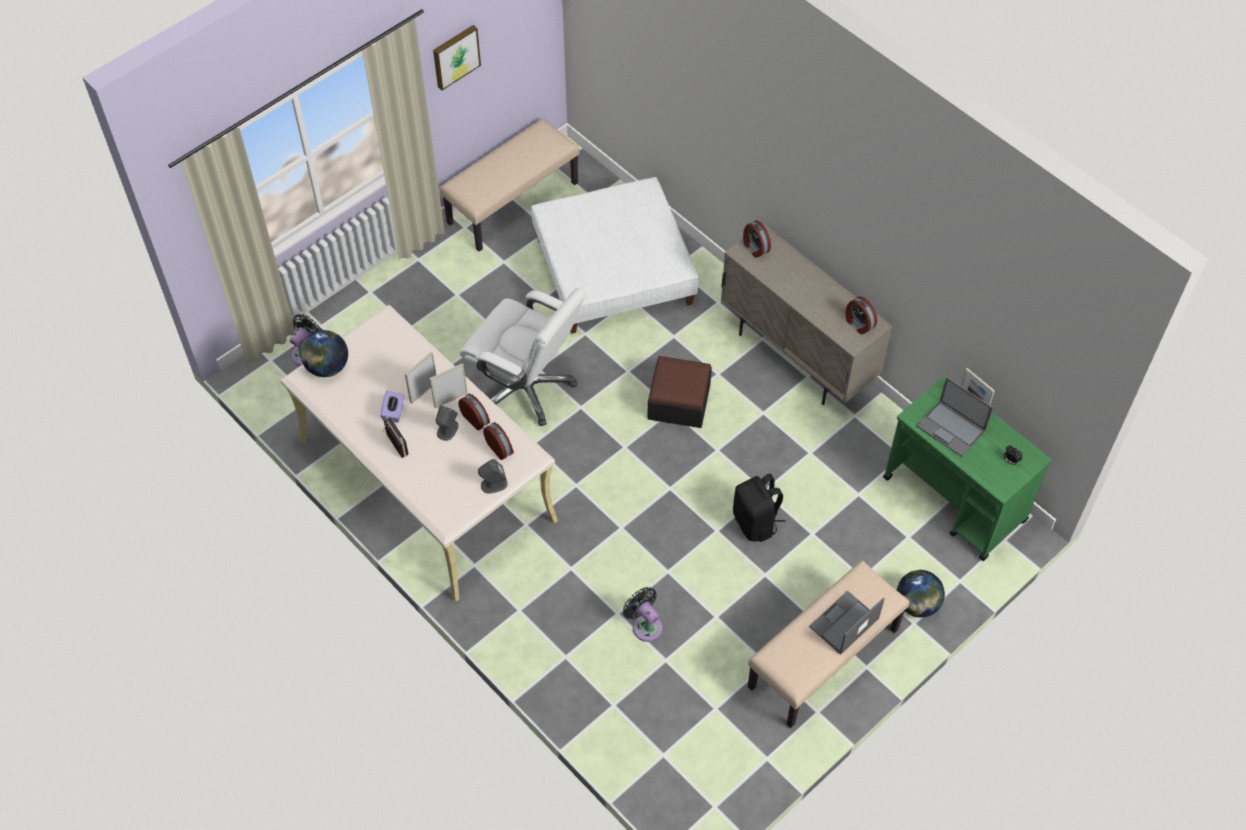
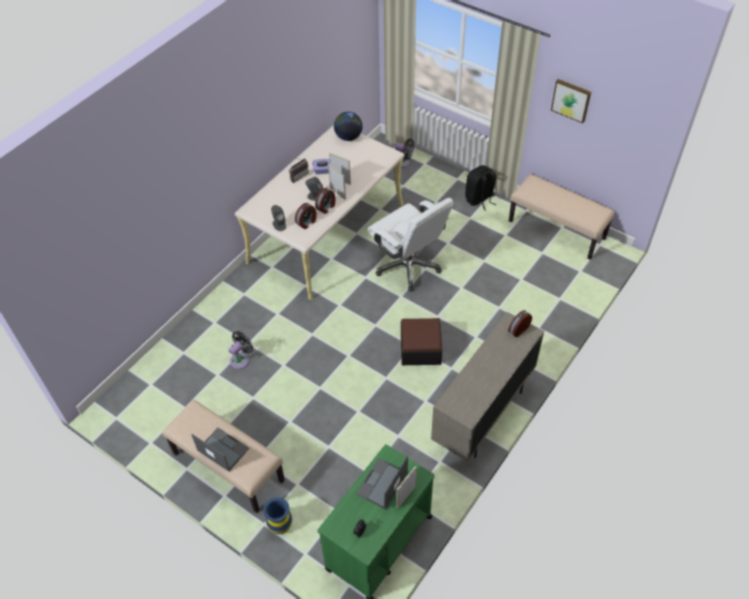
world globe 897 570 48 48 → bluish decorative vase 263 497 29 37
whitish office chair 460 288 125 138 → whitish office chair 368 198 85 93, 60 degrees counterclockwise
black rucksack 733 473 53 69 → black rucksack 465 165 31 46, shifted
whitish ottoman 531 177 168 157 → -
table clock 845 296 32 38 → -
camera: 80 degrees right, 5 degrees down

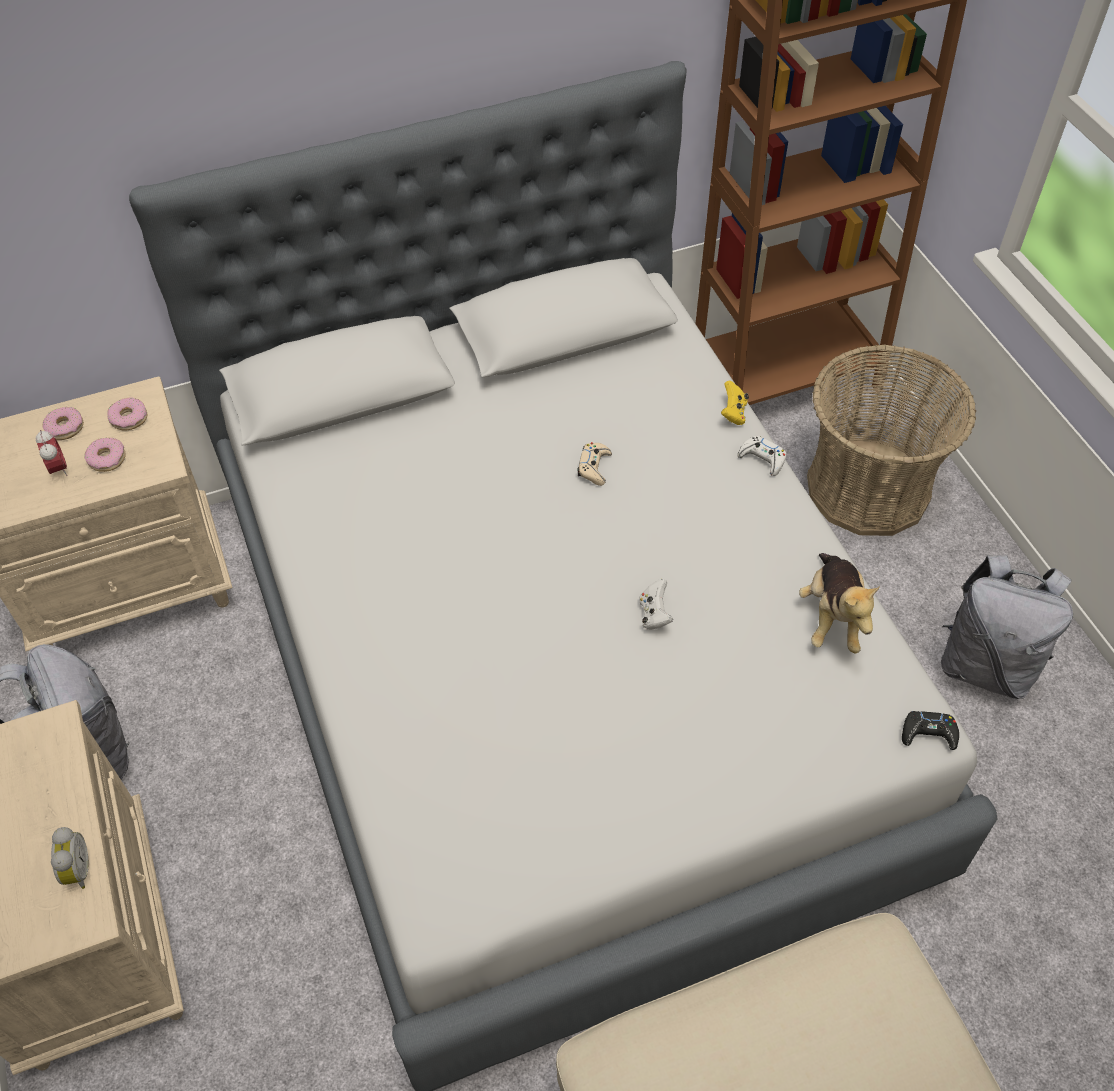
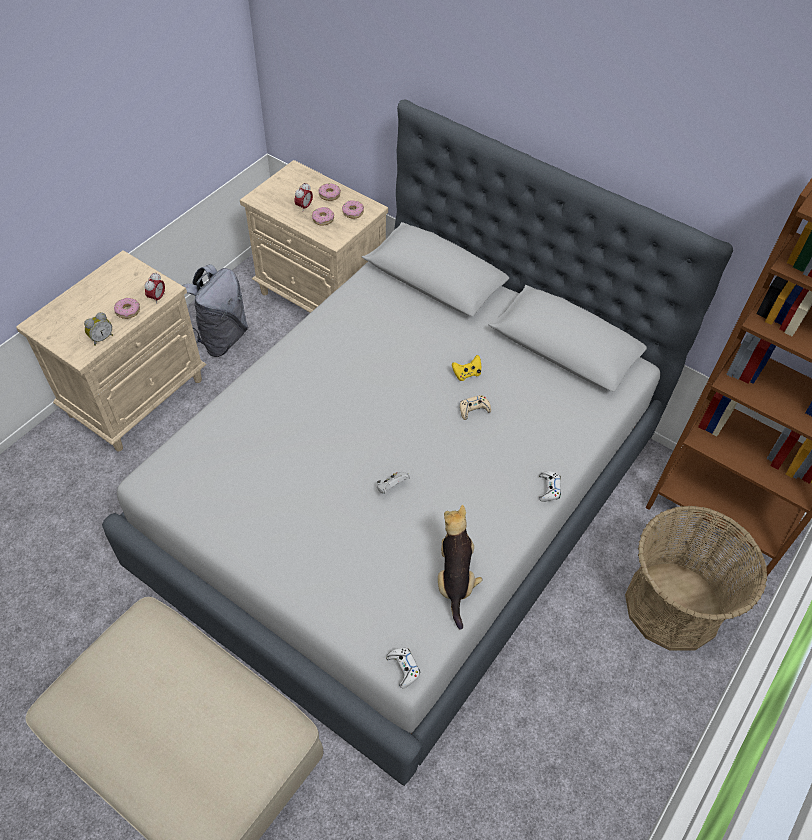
- → donut 114 298 26 21
- → table clock 145 273 20 31
black gamepad 902 711 57 39 → whitish gamepad 386 648 34 41
soft toy 799 553 81 101 → soft toy 438 505 45 125, 120 degrees clockwise
yellow-coloured gamepad 721 381 28 44 → yellow-coloured gamepad 452 355 29 26, shifted
gray rucksack 941 555 132 144 → -
camera: 55 degrees right, 0 degrees up

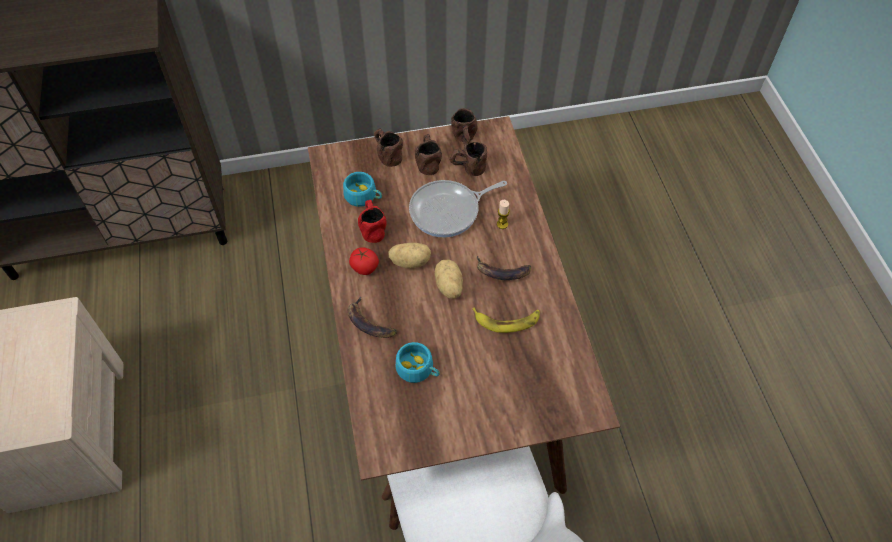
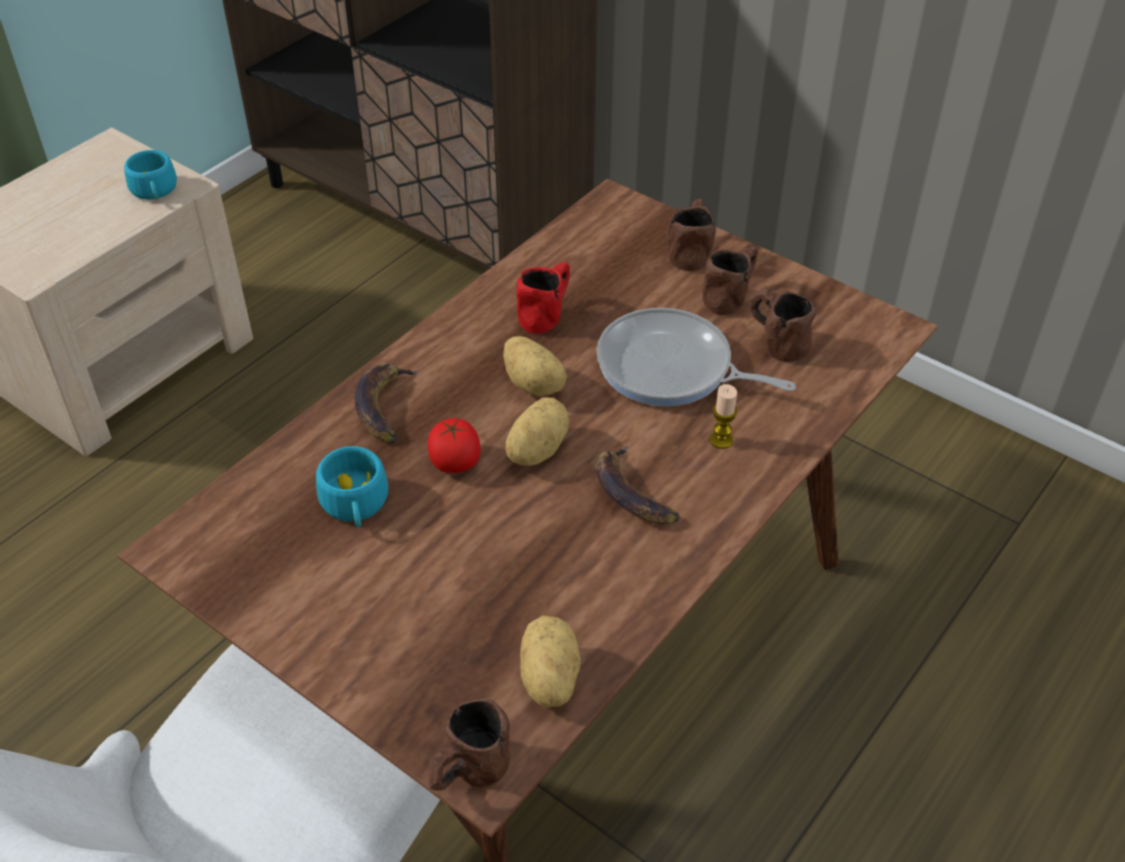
turquoise drinking cup 343 172 39 35 → turquoise drinking cup 124 150 53 50, shifted
tomato 349 247 30 28 → tomato 428 418 53 55, shifted
brown-coloured tea mug 451 108 26 36 → brown-coloured tea mug 429 698 81 93, shifted
- → whole potato 520 616 61 91
banana fruit 472 308 68 25 → -
camera: 50 degrees right, 10 degrees down

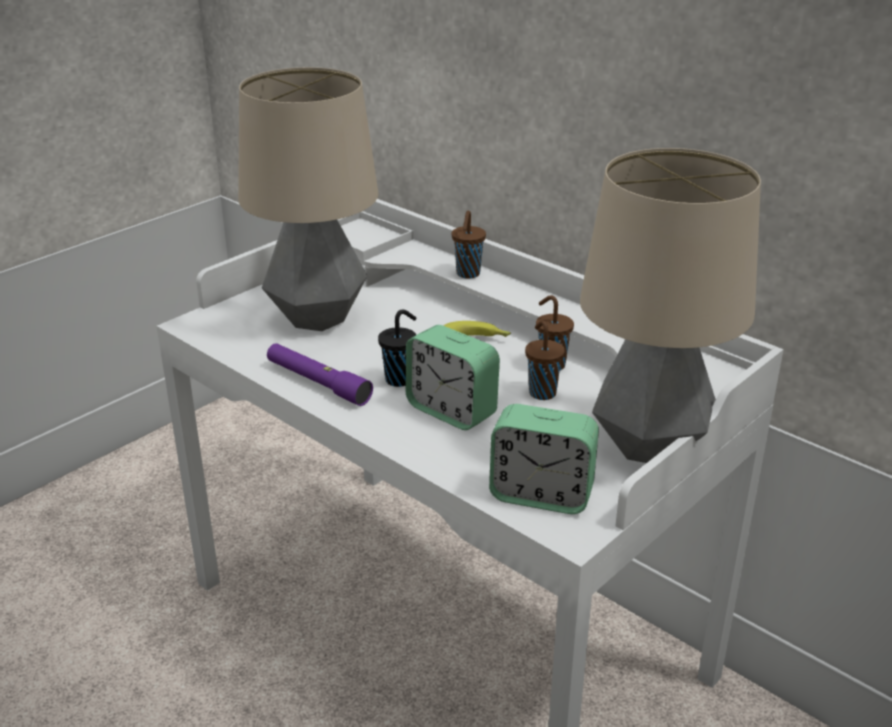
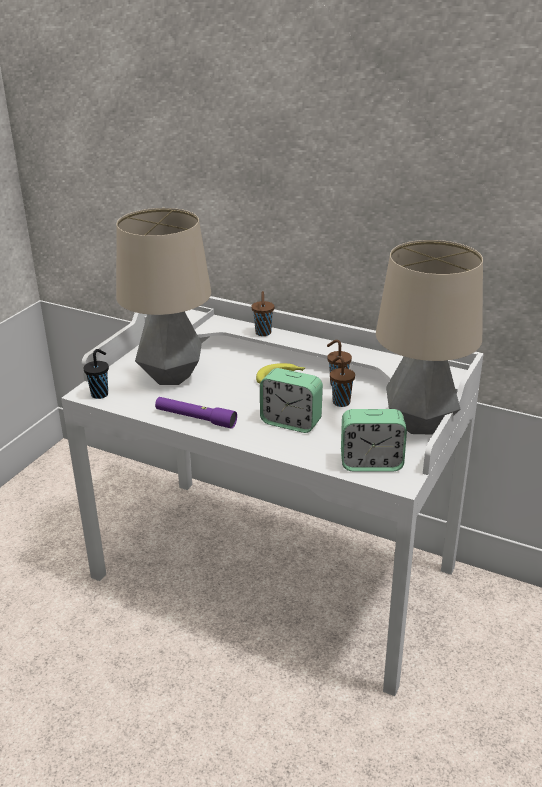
black drinking cup 378 310 38 77 → black drinking cup 83 349 26 50, shifted
camera: 15 degrees left, 0 degrees up

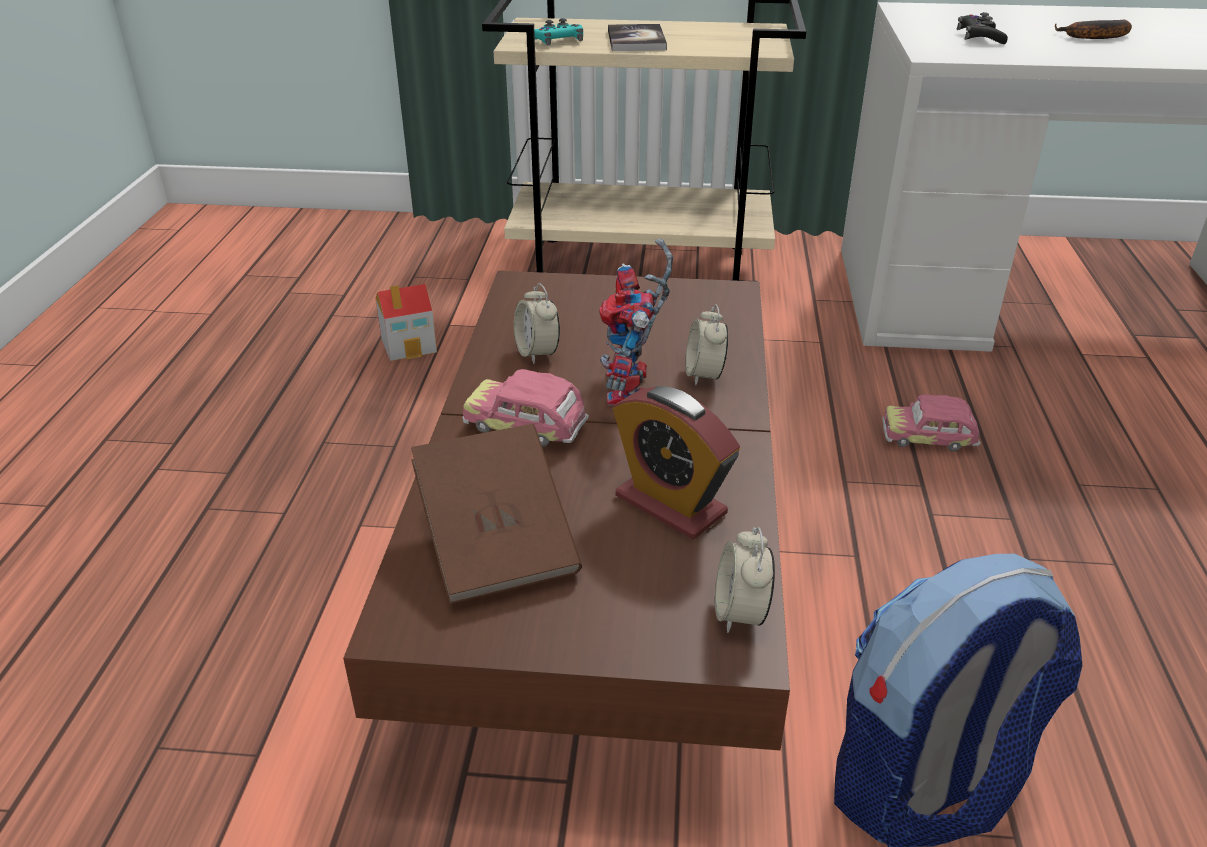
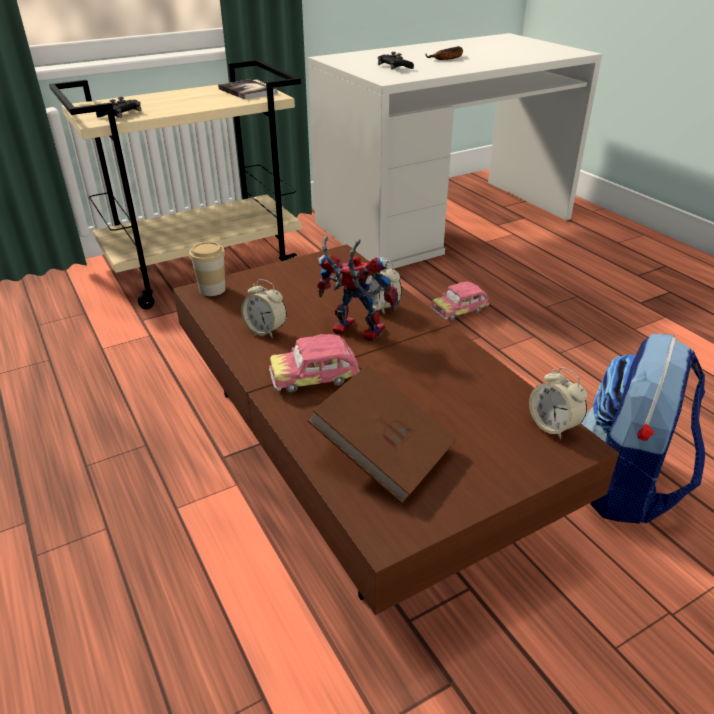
turquoise gamepad 534 18 49 27 → black gamepad 96 97 45 21
- → drinking cup 189 242 36 54
book 608 24 59 27 → book 218 79 59 21, shifted
robot figure 599 239 74 166 → robot figure 317 236 82 106, 150 degrees clockwise
model house 376 284 61 77 → -
table clock 613 386 127 153 → -
camera: 35 degrees left, 0 degrees up

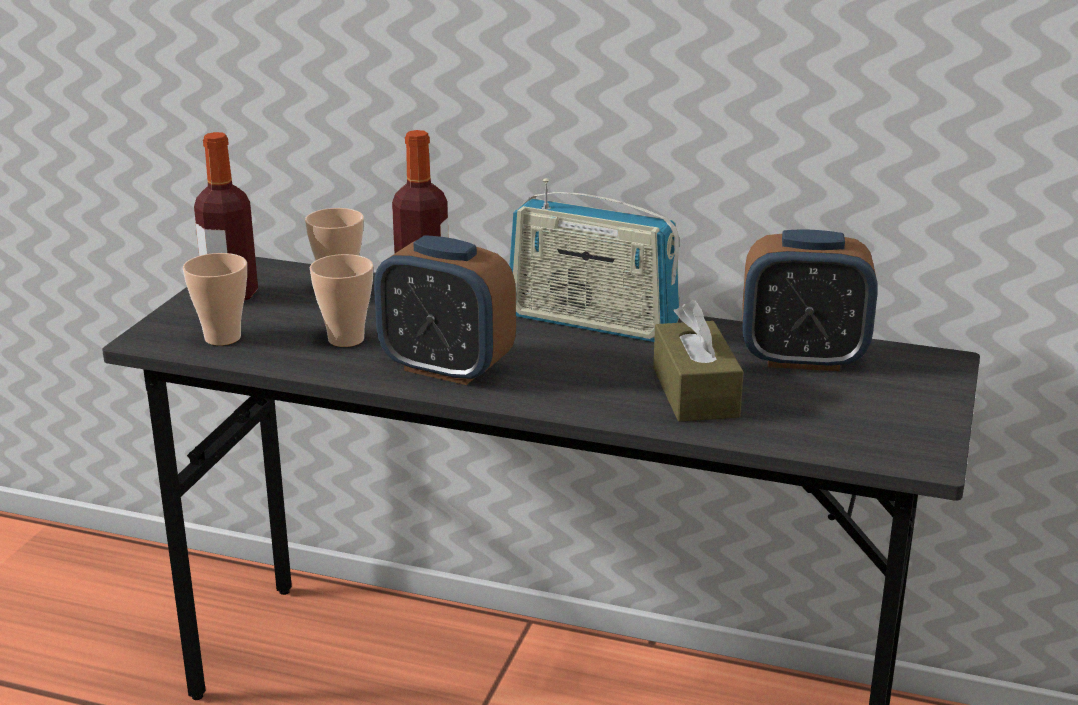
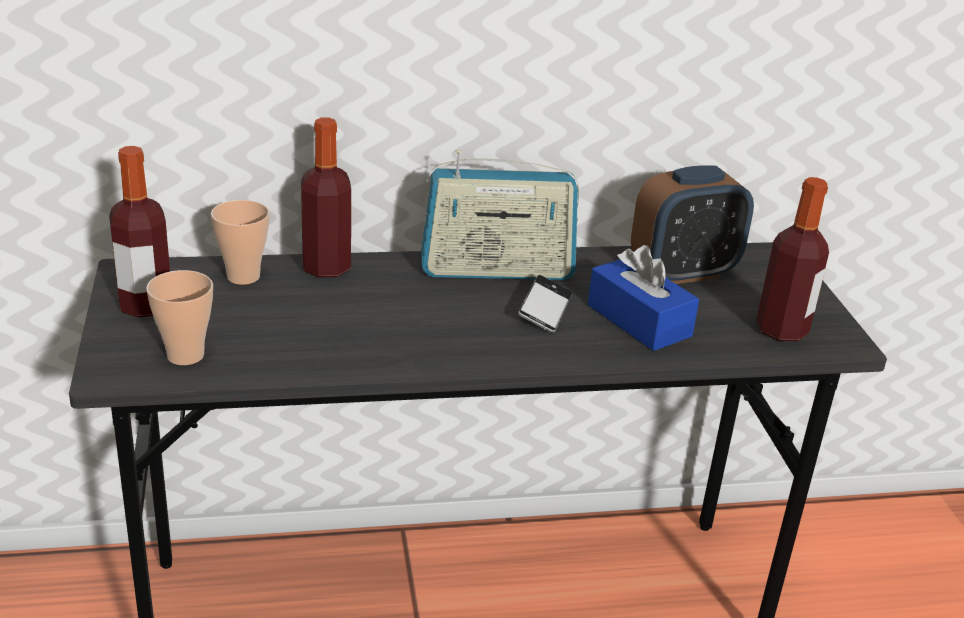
- → phone 518 275 54 58
brown-coloured tissue box 653 300 91 122 → bluish tissue box 588 245 111 106
- → bottle 756 177 73 164
drinking cup 310 254 63 93 → -
table clock 374 235 142 150 → -
camera: 30 degrees left, 5 degrees up

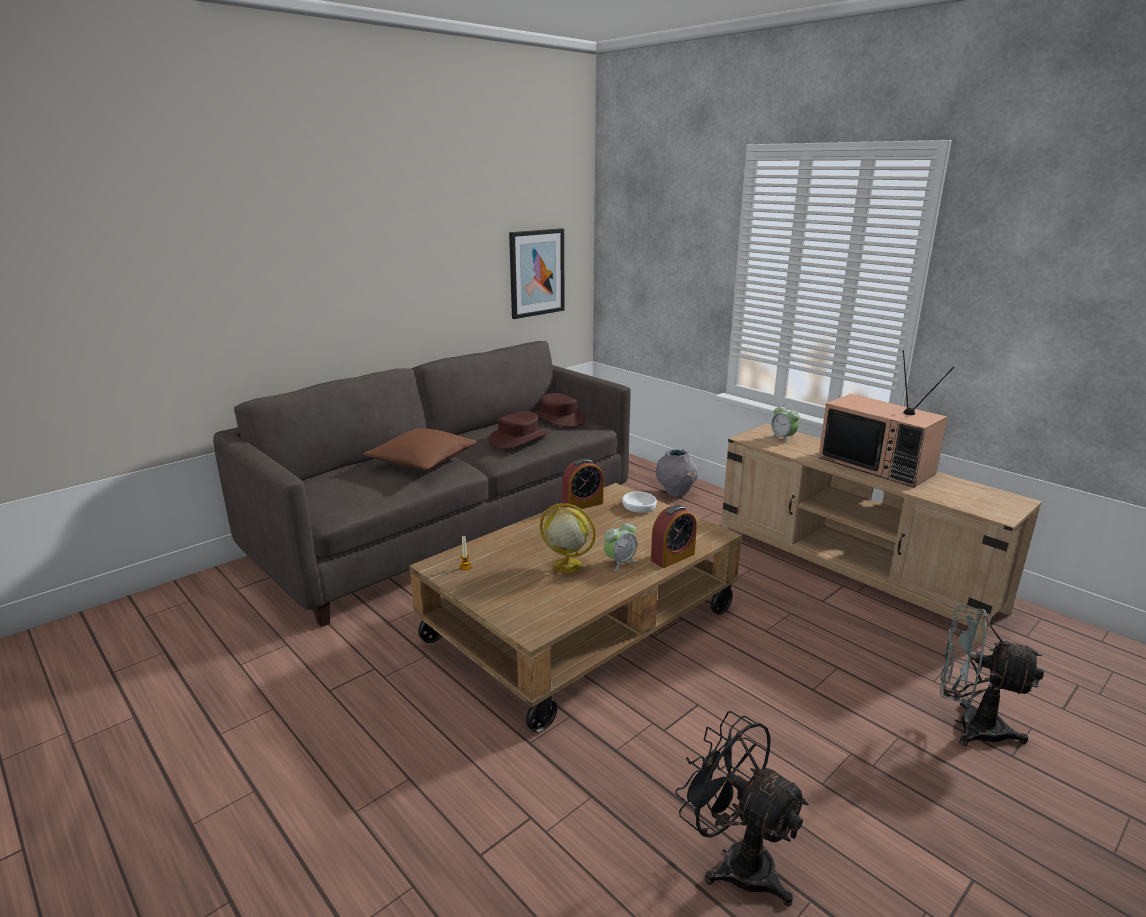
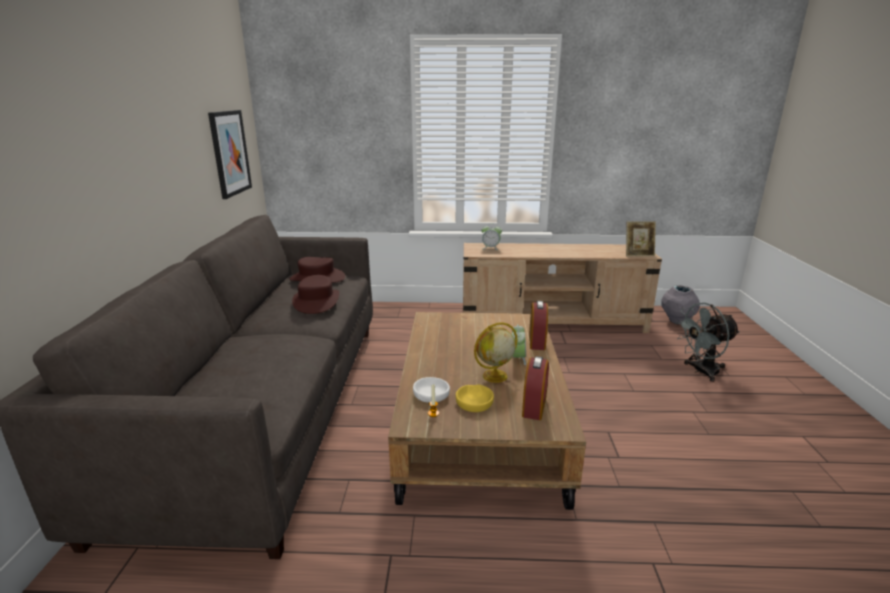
whitish deep dish 622 491 35 22 → whitish deep dish 413 377 37 25, shifted
- → yellow-coloured deep dish 456 384 38 28
table clock 562 458 42 52 → table clock 522 356 27 64, shifted
- → photo frame 626 221 30 35
gray decorative vase 656 448 42 49 → gray decorative vase 661 285 39 39, shifted
brown-coloured cushion 363 428 114 42 → -
black fan 675 711 134 195 → -
TV 819 350 136 137 → -
camera: 45 degrees left, 0 degrees up

